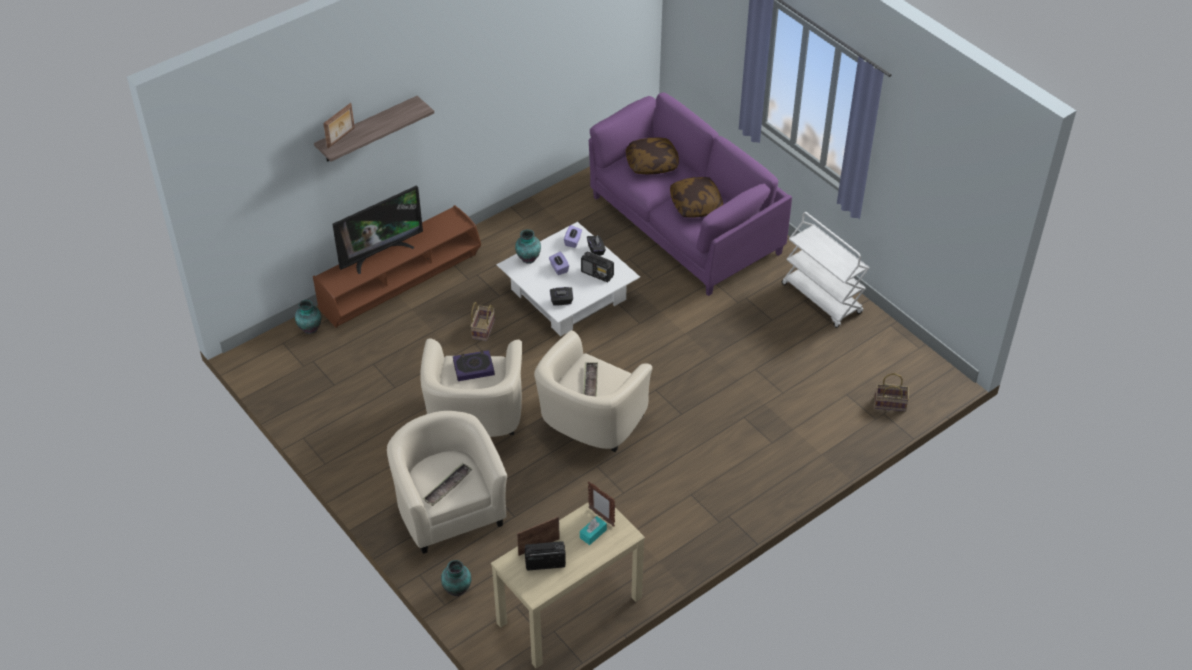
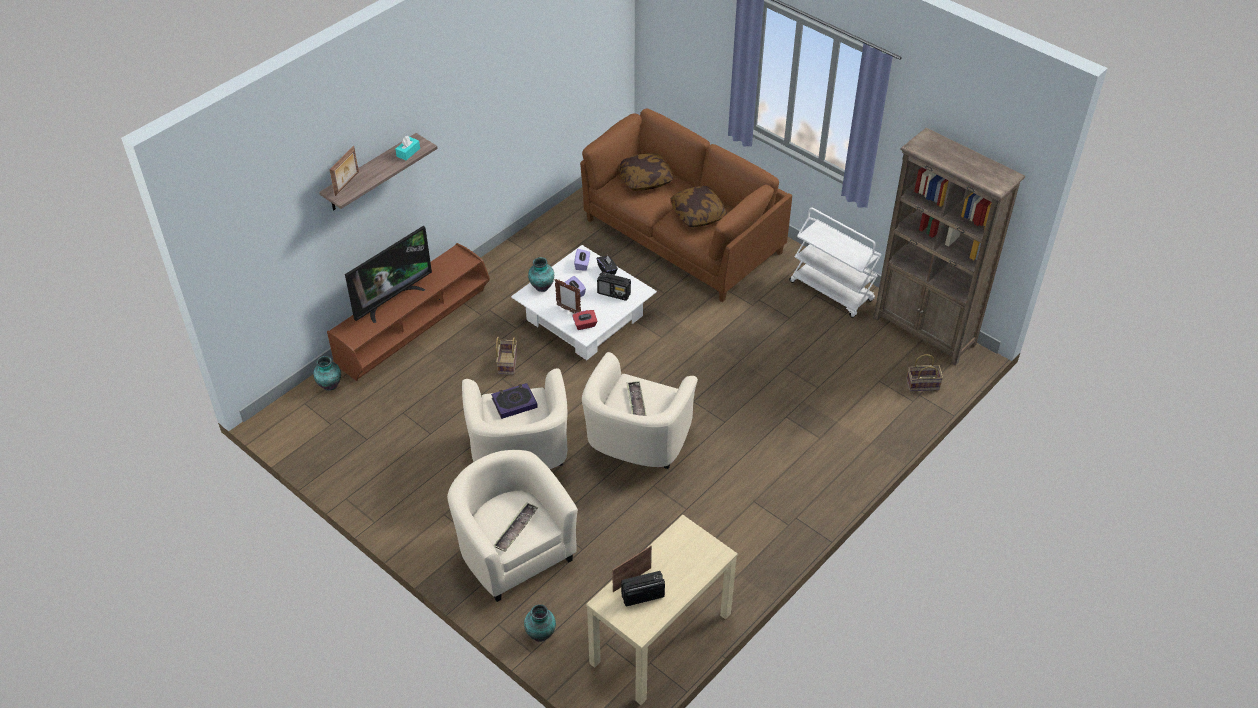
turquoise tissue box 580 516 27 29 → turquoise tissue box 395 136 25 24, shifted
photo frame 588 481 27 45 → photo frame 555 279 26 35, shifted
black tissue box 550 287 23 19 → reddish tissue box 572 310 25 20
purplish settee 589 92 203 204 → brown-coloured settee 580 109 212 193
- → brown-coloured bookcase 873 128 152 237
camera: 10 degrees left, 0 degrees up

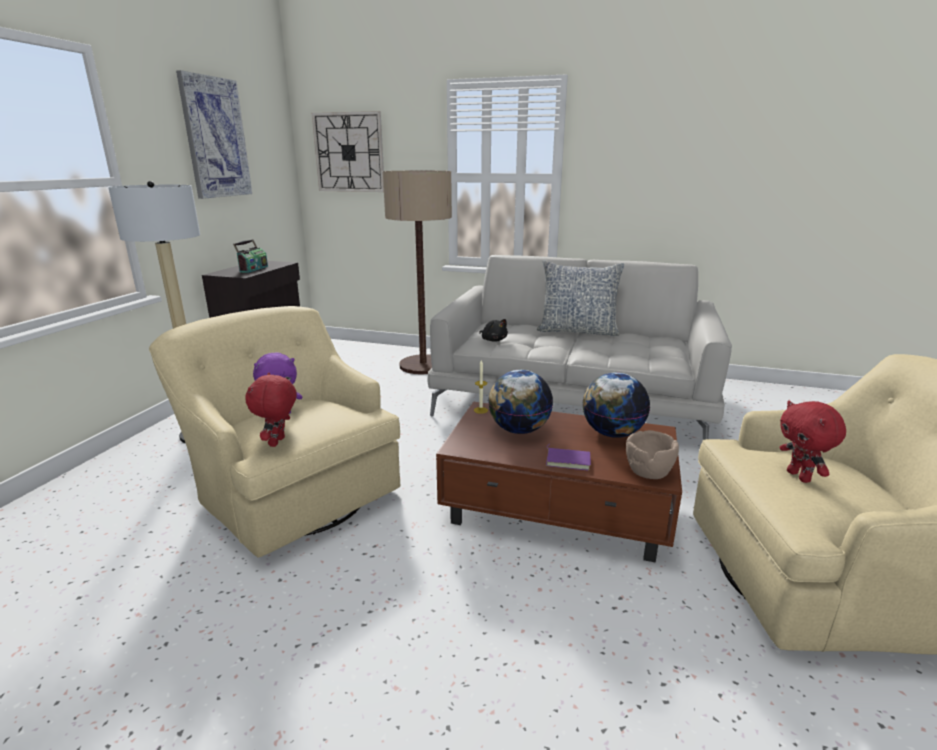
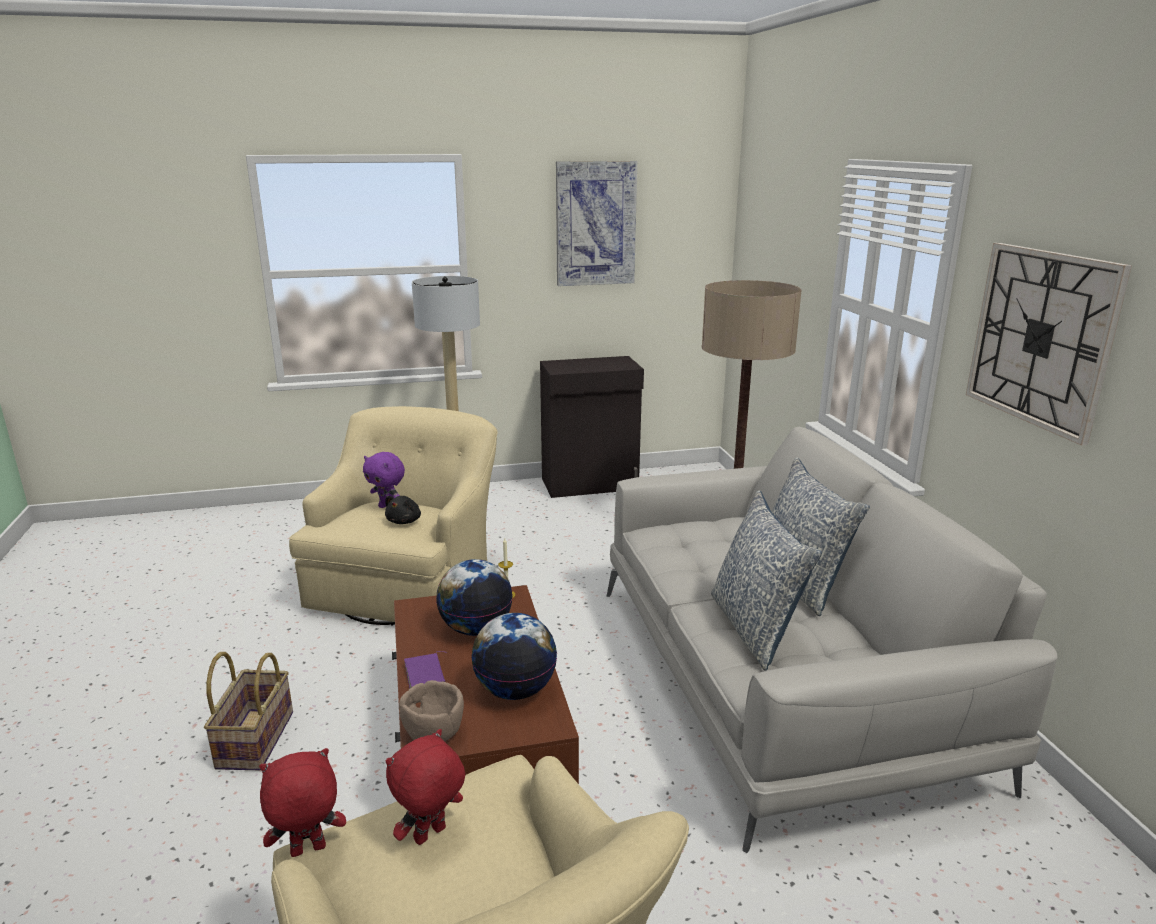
- → storage basket 204 652 89 118
reddish soft toy 246 373 51 74 → reddish soft toy 259 748 87 109, shifted
black soft toy 479 319 29 23 → black soft toy 385 496 36 28, shifted
- → cushion 711 491 111 180
hanging clock 312 111 72 81 → hanging clock 966 243 166 202, shifted
radio 233 239 35 34 → -
camera: 60 degrees right, 0 degrees up

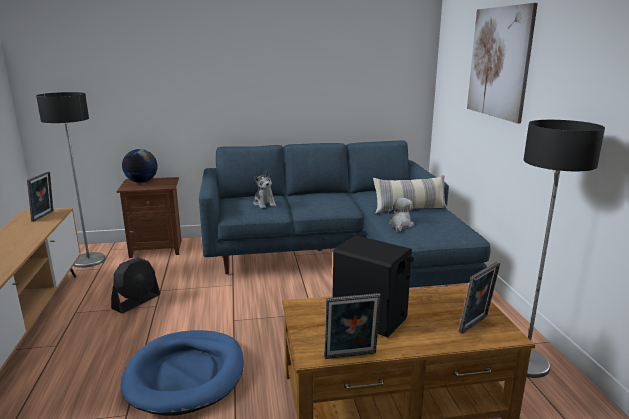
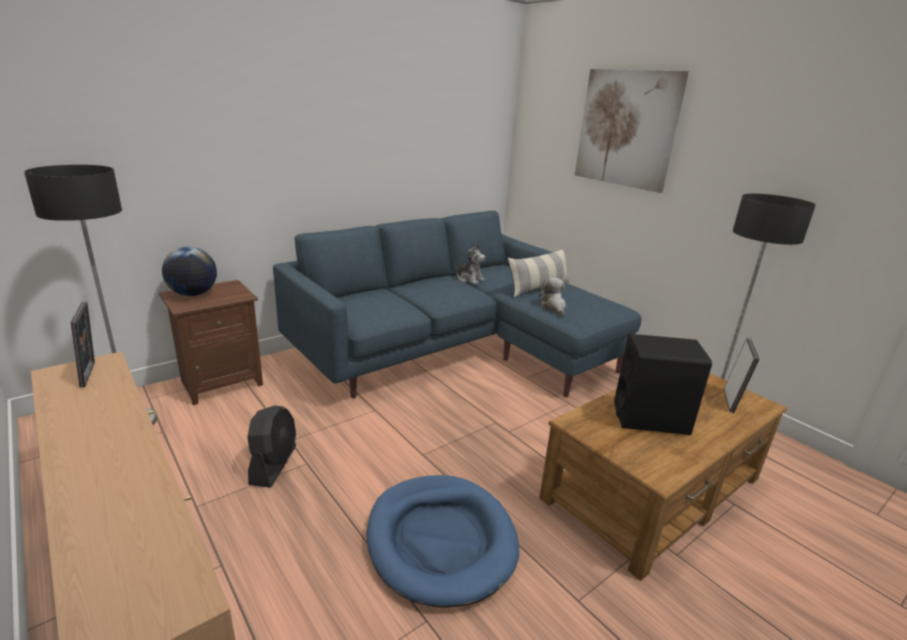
soft toy 253 170 23 39 → soft toy 454 243 32 41, shifted
photo frame 324 293 57 66 → -
camera: 30 degrees left, 5 degrees up

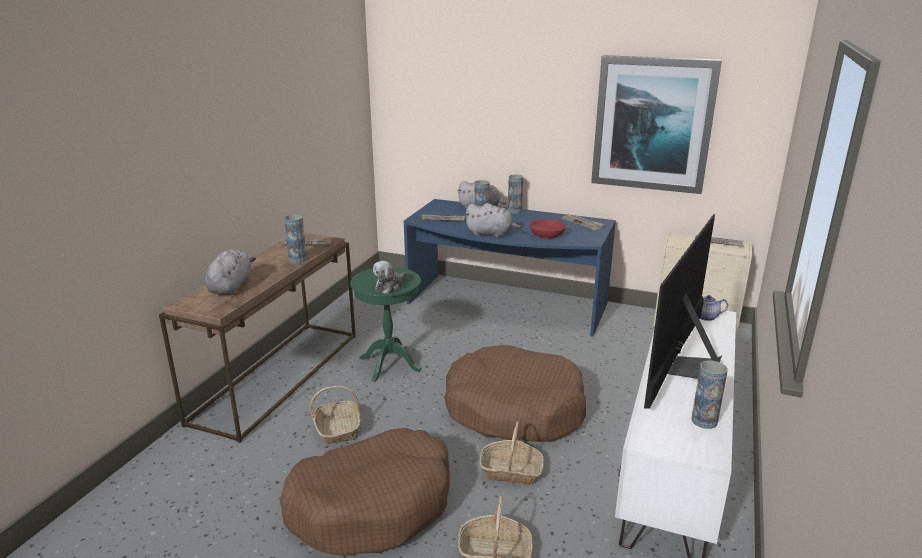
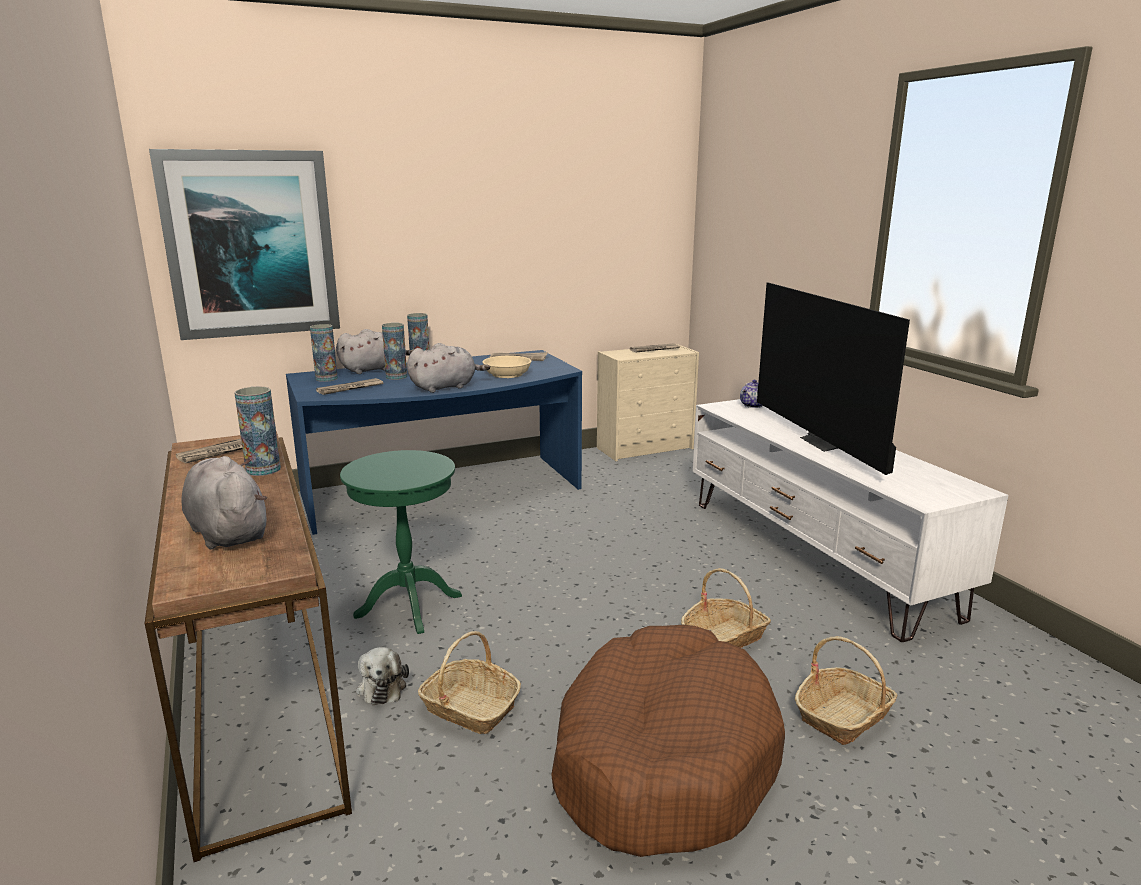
picture 591 55 131 139 → picture 149 149 191 191, shifted
decorative vase 691 361 37 68 → decorative vase 310 324 28 58, shifted
soft toy 373 261 33 33 → soft toy 356 647 53 58, shifted
reddish deep dish 529 219 37 20 → sand-coloured deep dish 483 356 49 22
brown-coloured dog cushion 444 345 142 97 → -
camera: 45 degrees left, 5 degrees down

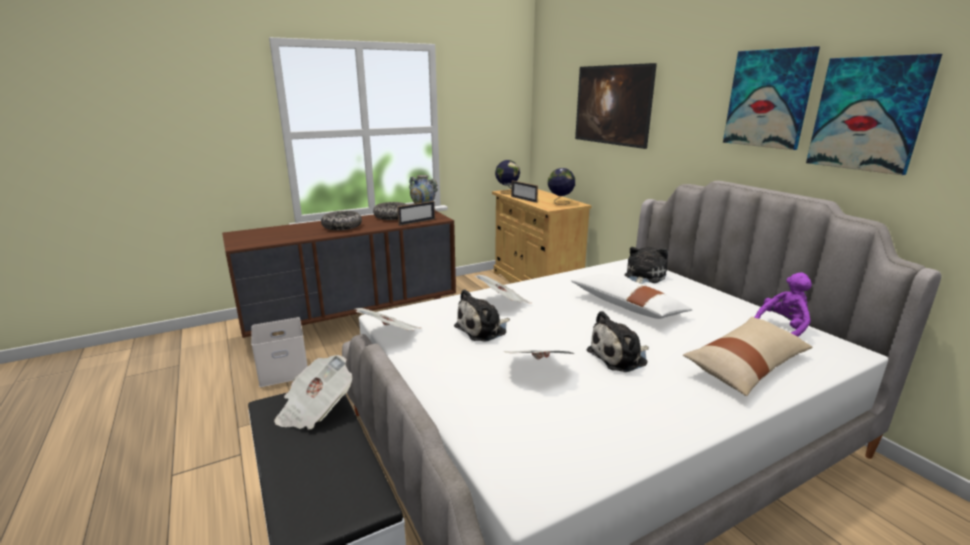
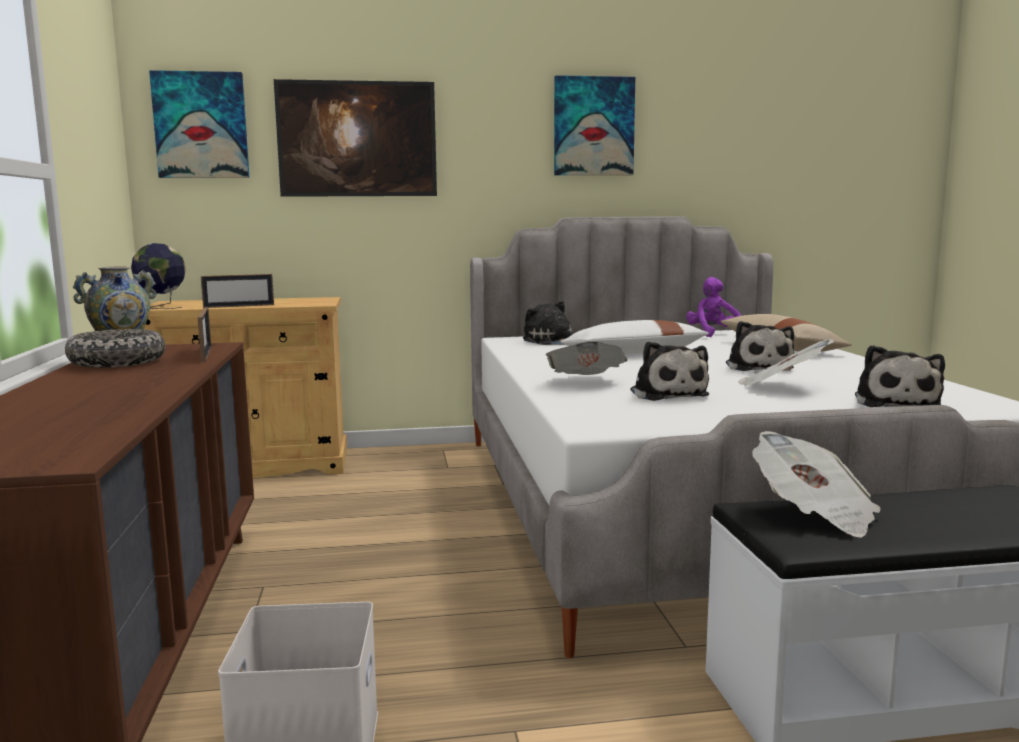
picture 806 54 136 121 → picture 149 70 101 108, shifted
- → soft toy 855 345 90 62
deep dish 321 211 41 19 → -
daily paper 355 308 67 23 → -
world globe 548 168 27 37 → -
camera: 70 degrees left, 10 degrees down

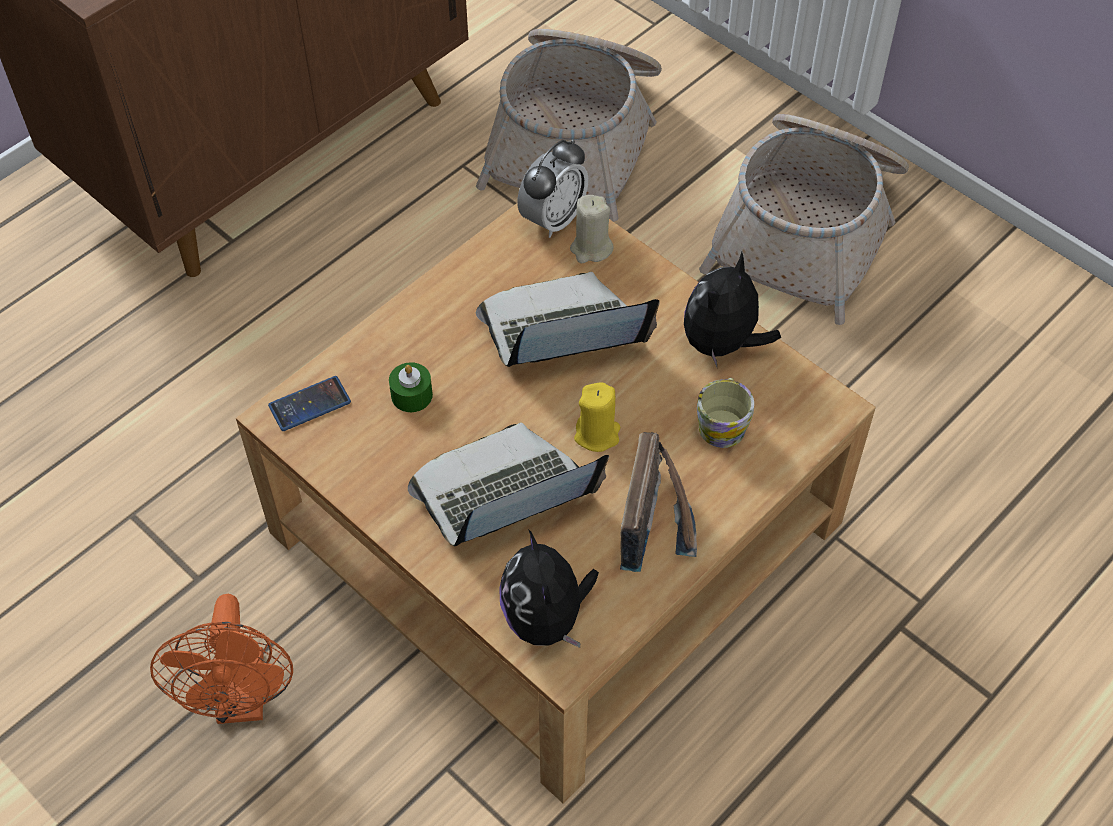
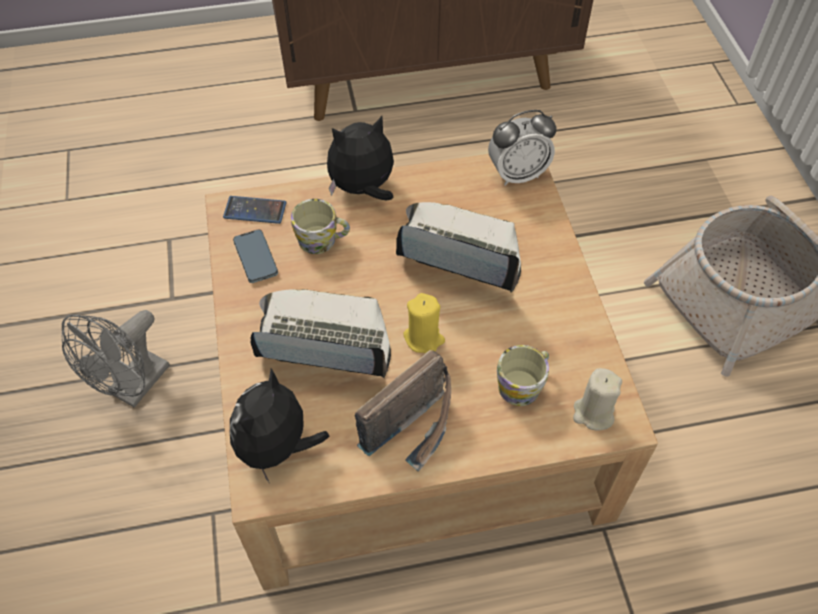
orangey fan 150 594 143 130 → gray fan 62 310 108 98
- → phone 233 229 45 54
greenish wax candle 389 362 44 50 → tea mug 291 199 59 55
soft toy 684 252 97 115 → soft toy 327 116 67 85, shifted
sand-coloured wax candle 570 195 43 68 → sand-coloured wax candle 573 368 49 62, shifted
storage basket 476 29 186 193 → -
camera: 35 degrees right, 0 degrees up

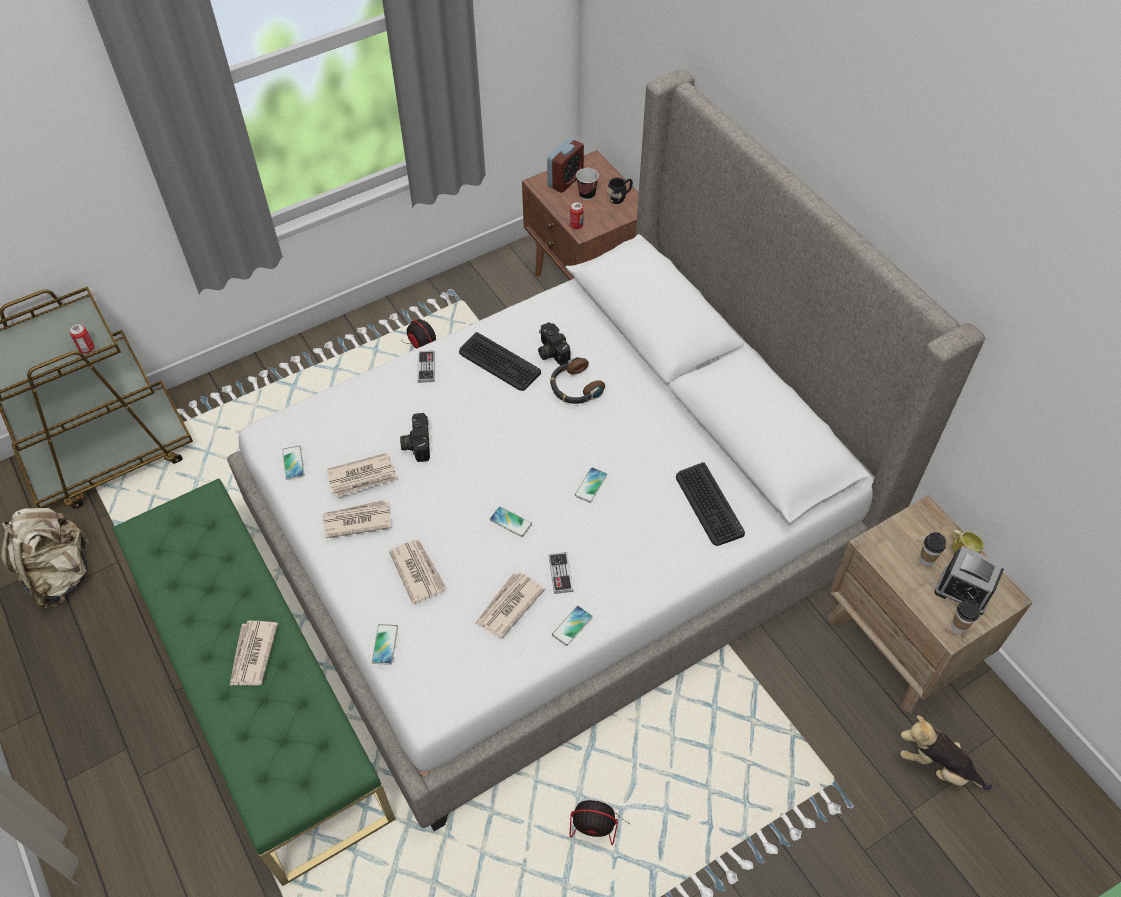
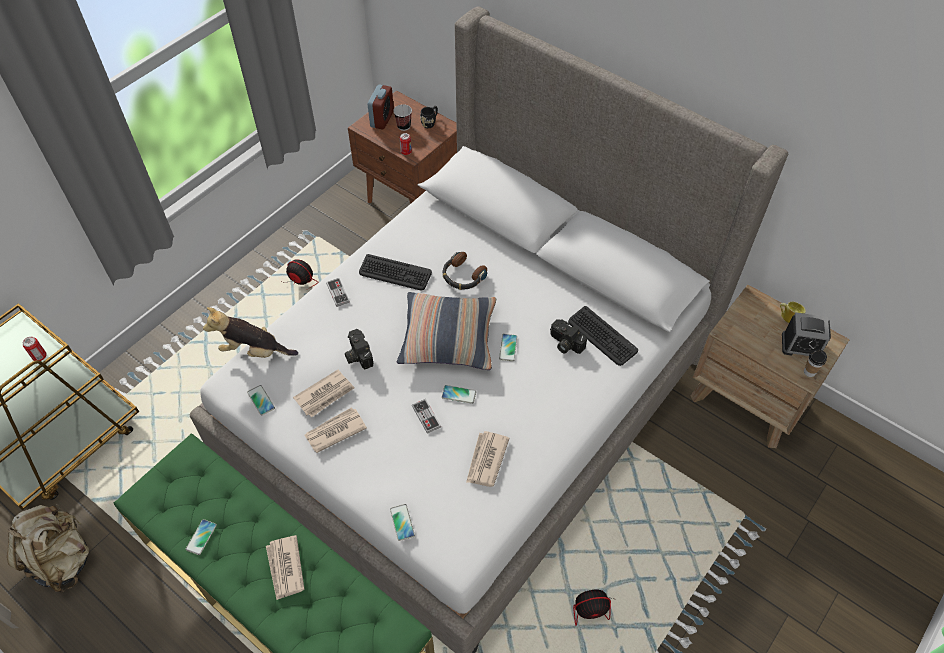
phone 552 606 41 40 → phone 186 519 31 36, shifted
soft toy 900 715 92 75 → soft toy 203 307 95 51, shifted
- → cushion 396 292 100 78
gamepad 548 552 25 42 → gamepad 412 399 29 35, shifted
still camera 538 322 33 43 → still camera 550 319 37 35, shifted
daily paper 389 540 58 64 → -
drinking cup 919 532 27 34 → -
camera: 20 degrees left, 0 degrees up

